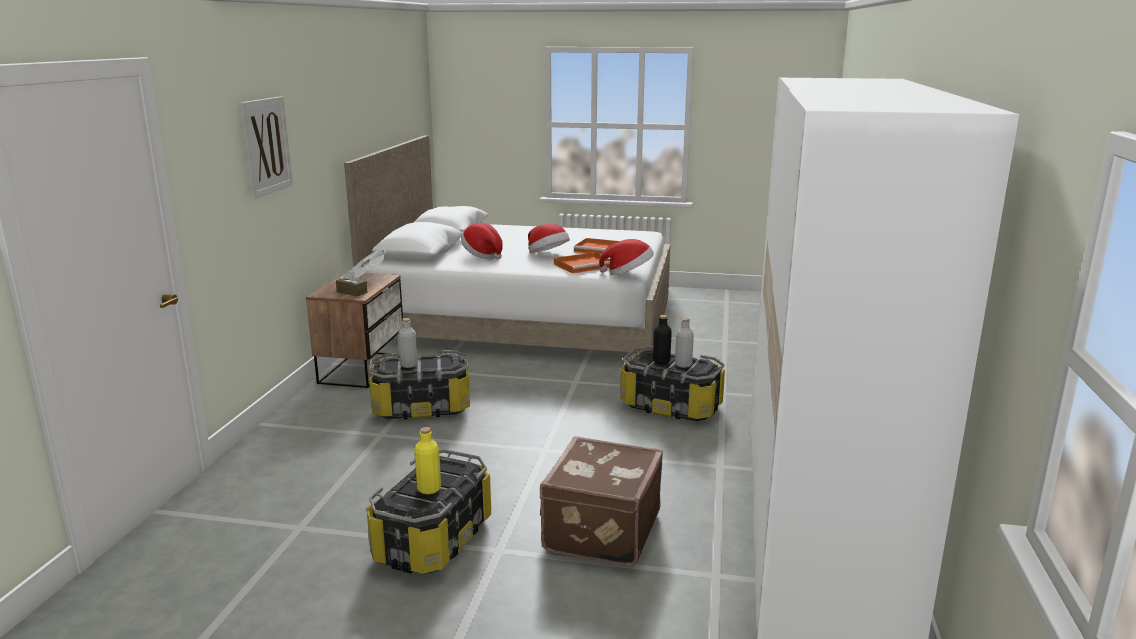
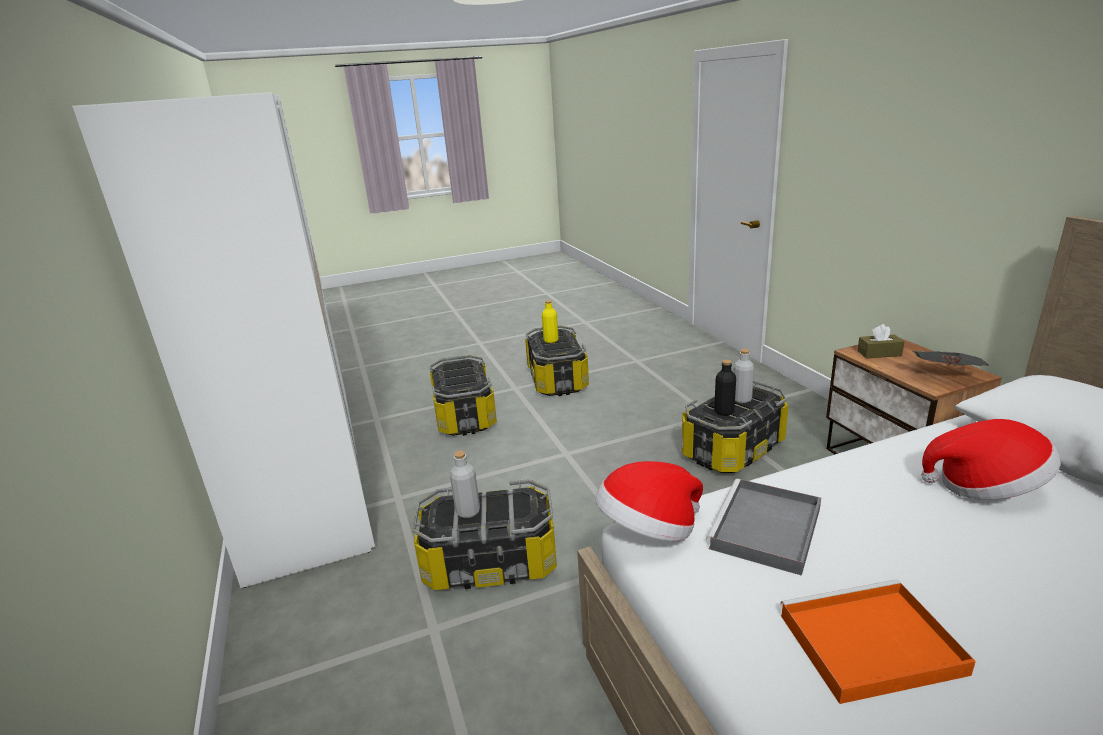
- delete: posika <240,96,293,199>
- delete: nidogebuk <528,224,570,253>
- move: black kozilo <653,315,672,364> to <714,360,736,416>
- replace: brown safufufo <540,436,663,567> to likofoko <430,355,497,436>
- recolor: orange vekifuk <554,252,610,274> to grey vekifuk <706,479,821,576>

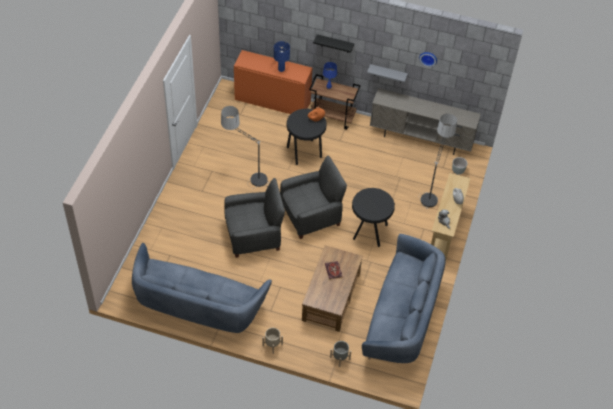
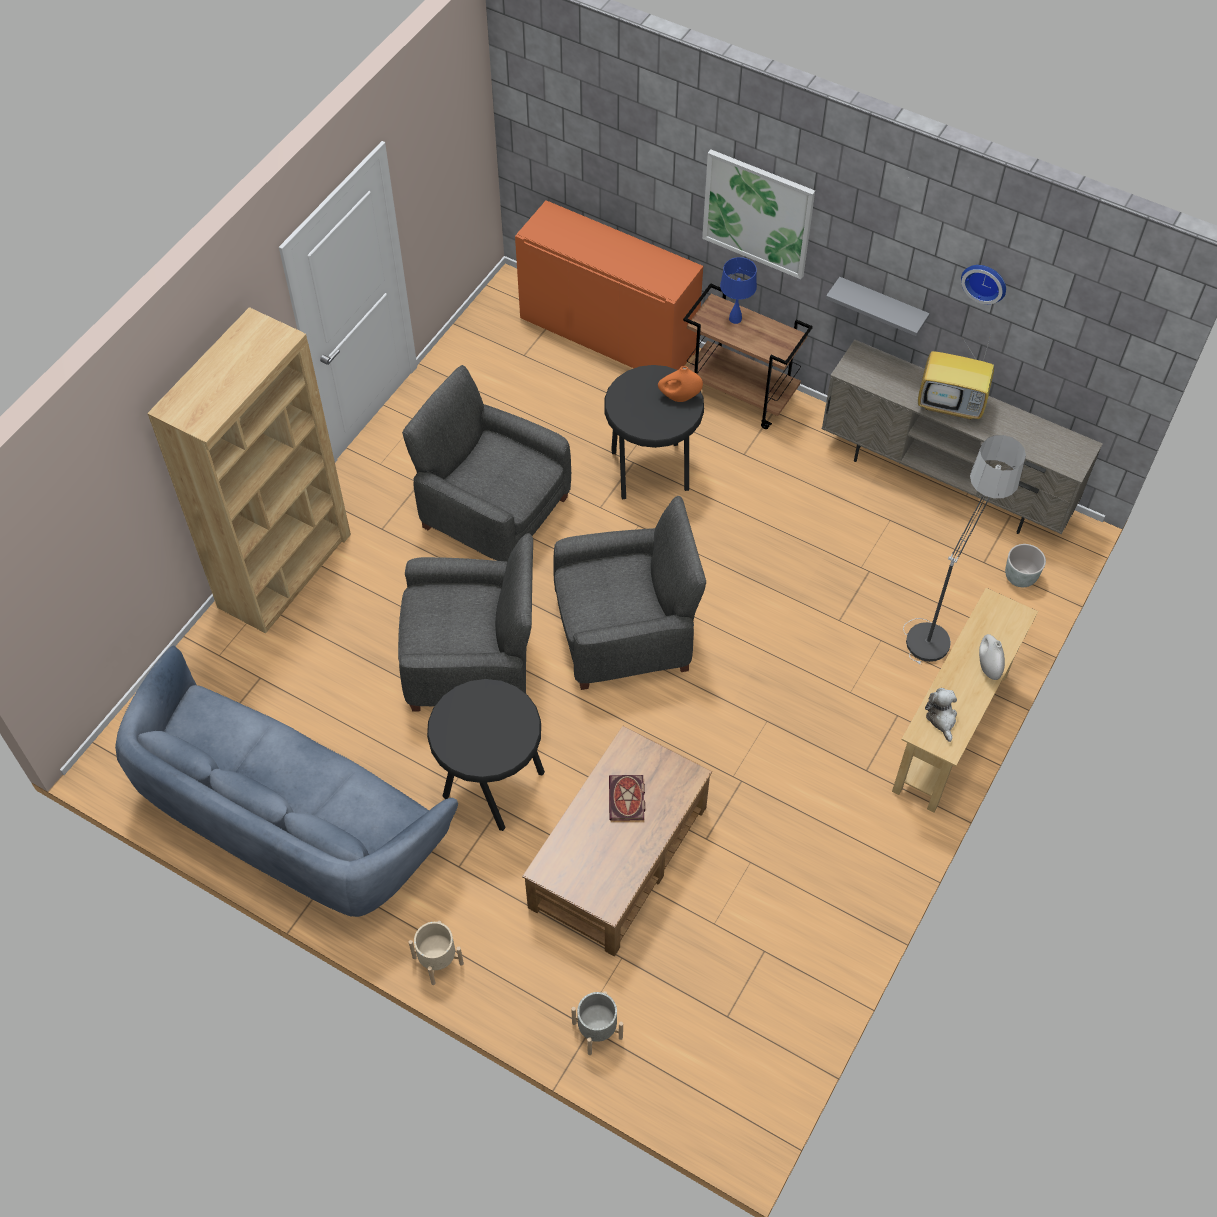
- delete: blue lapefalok <274,41,290,72>
- delete: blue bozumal <362,234,446,363>
- insert: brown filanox <147,307,351,633>
- insert: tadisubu <918,334,994,420>
- move: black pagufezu <352,188,395,247> to <427,679,545,831>
- replace: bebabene <221,106,269,188> to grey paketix <402,365,571,562>
- replace: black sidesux <313,34,354,53> to posika <702,149,815,279>

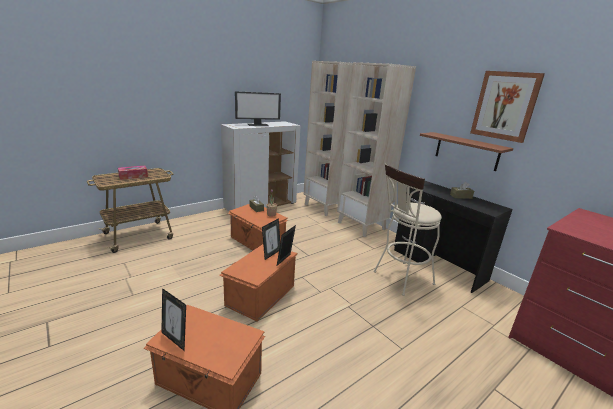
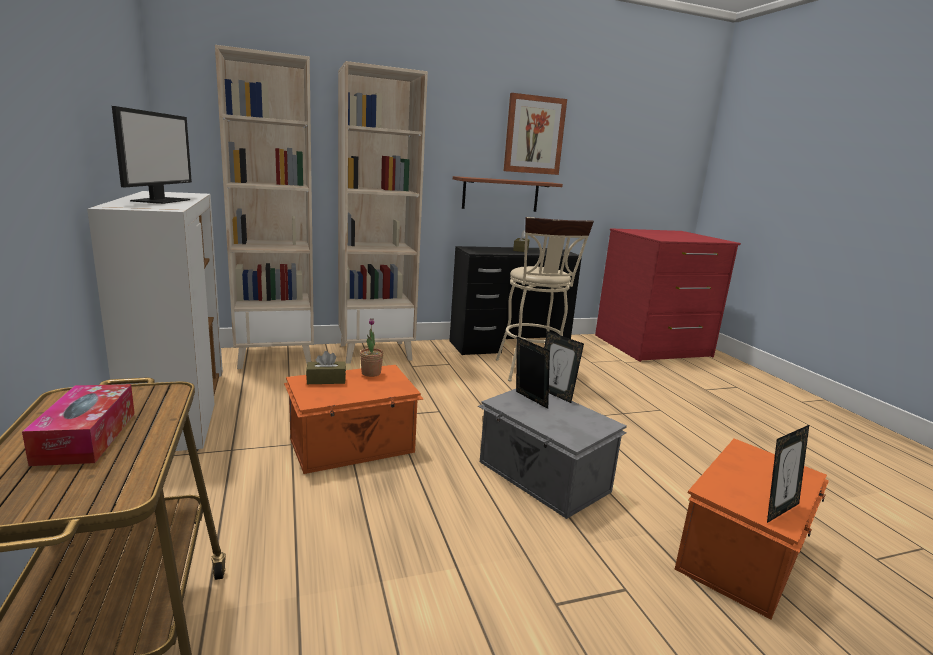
- recolor: orange likofoko <219,244,297,322> to grey likofoko <478,389,627,519>

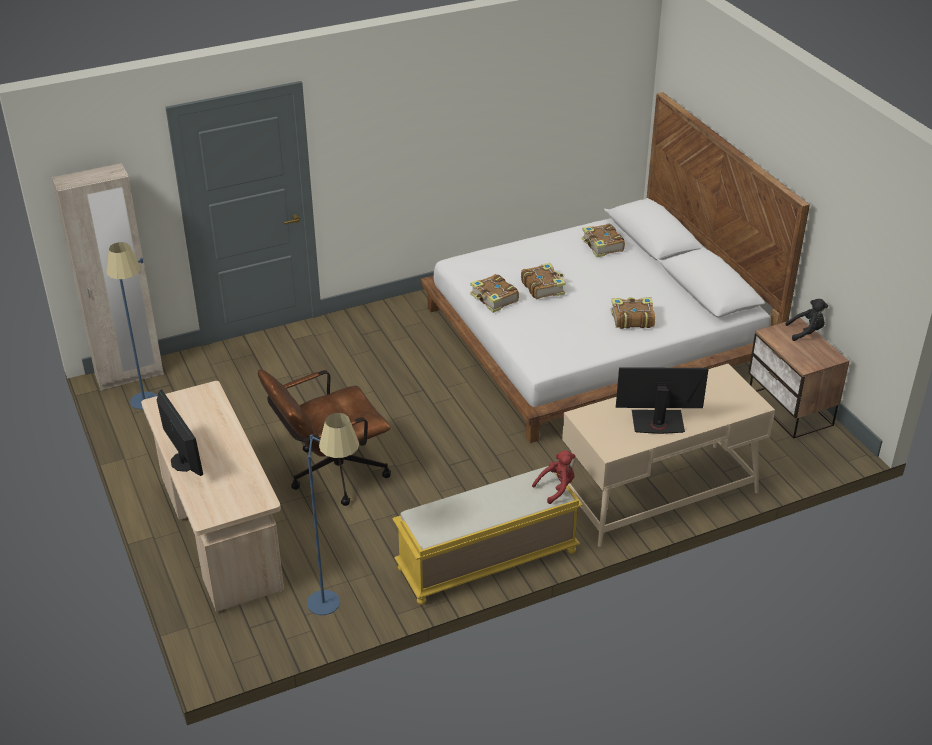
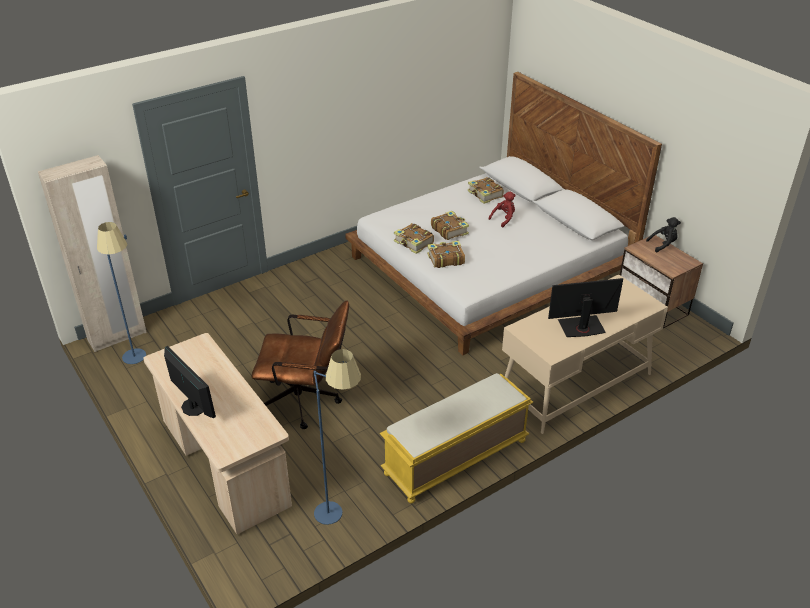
- move: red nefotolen <532,450,576,504> to <488,192,516,227>
- move: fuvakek <611,297,655,329> to <427,241,465,268>
- rotate: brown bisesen <258,370,391,506> = <251,301,349,429> 135 degrees counterclockwise

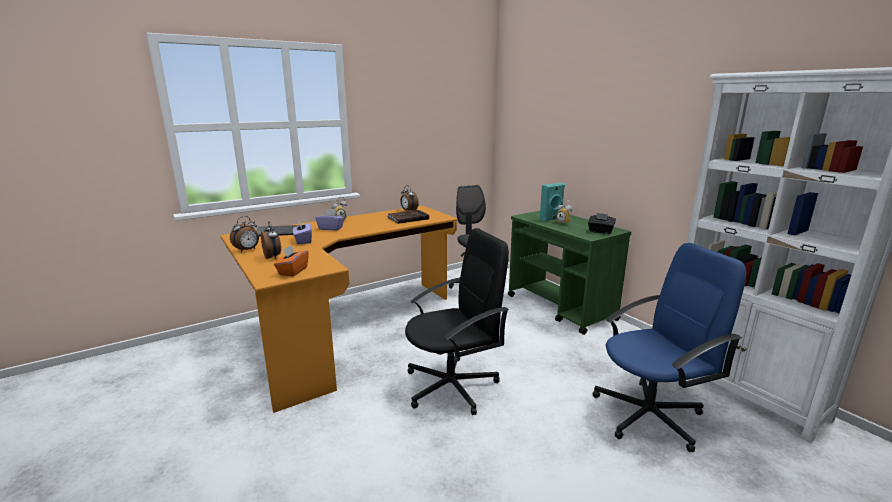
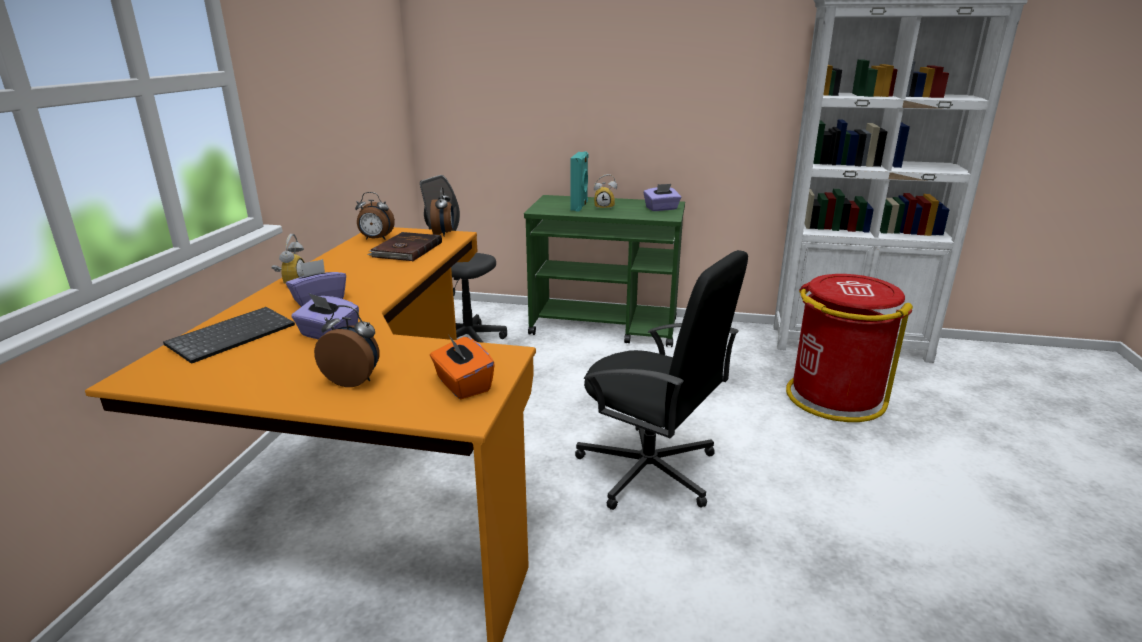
- move: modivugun <230,216,259,252> to <430,187,454,236>
- replace: blue bisesen <592,243,746,452> to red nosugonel <786,274,913,422>
- recolor: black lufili <588,213,616,234> to purple lufili <644,184,681,211>
- rotate: black bisesen <405,228,509,415> = <575,250,748,510> 105 degrees clockwise

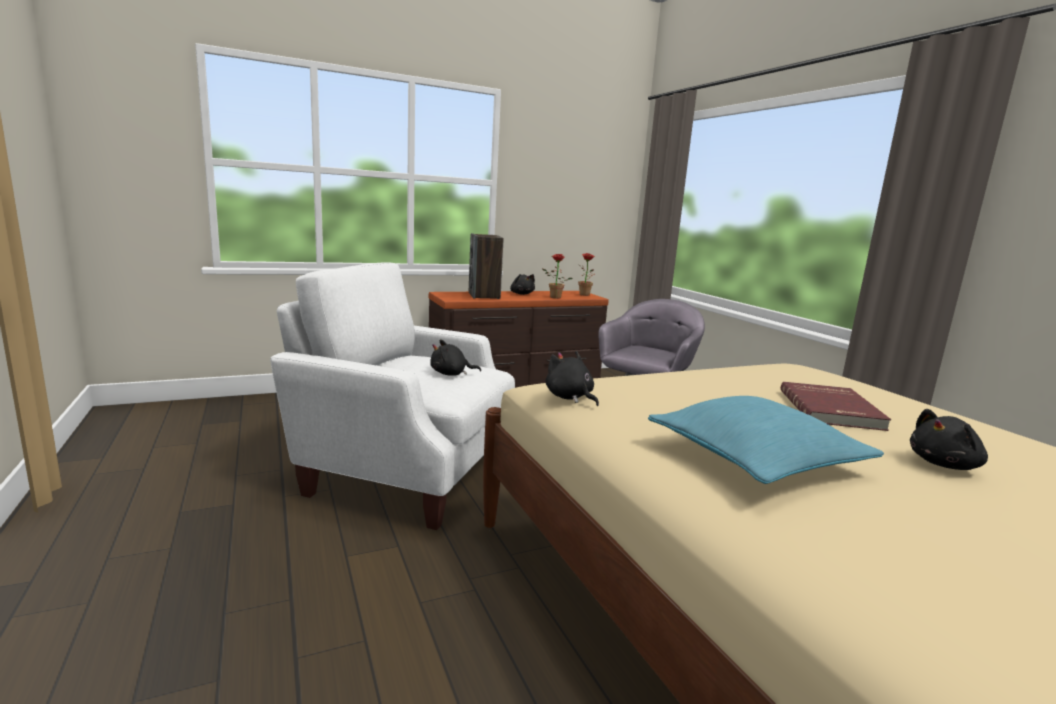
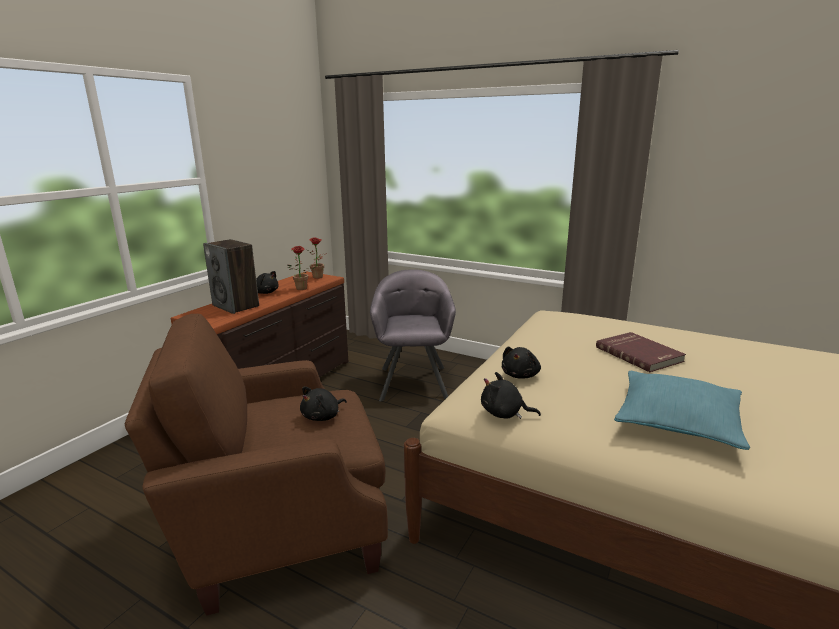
- move: black nefotolen <910,409,988,470> to <502,347,541,378>
- recolor: white paketix <270,262,515,530> to brown paketix <125,314,388,616>

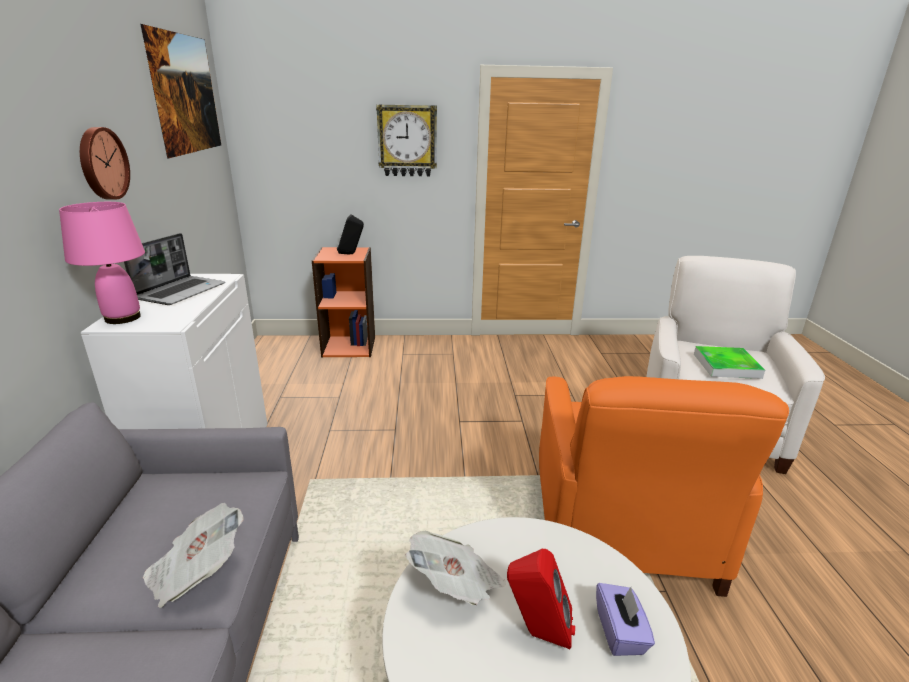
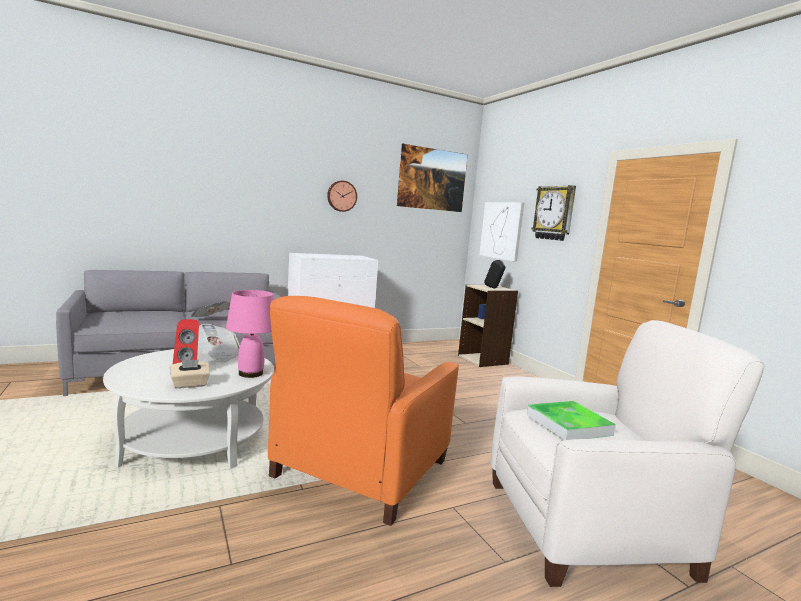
- delete: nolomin <124,233,225,305>
- insert: posika <479,202,524,262>
- move: pink lapefalok <59,202,145,324> to <226,290,274,378>
- recolor: orange filanox <312,247,375,357> to beige filanox <458,284,518,367>
- recolor: purple lufili <596,583,655,656> to beige lufili <170,359,210,389>
- rotate: orange paketix <539,376,789,597> = <268,296,459,526> 45 degrees counterclockwise

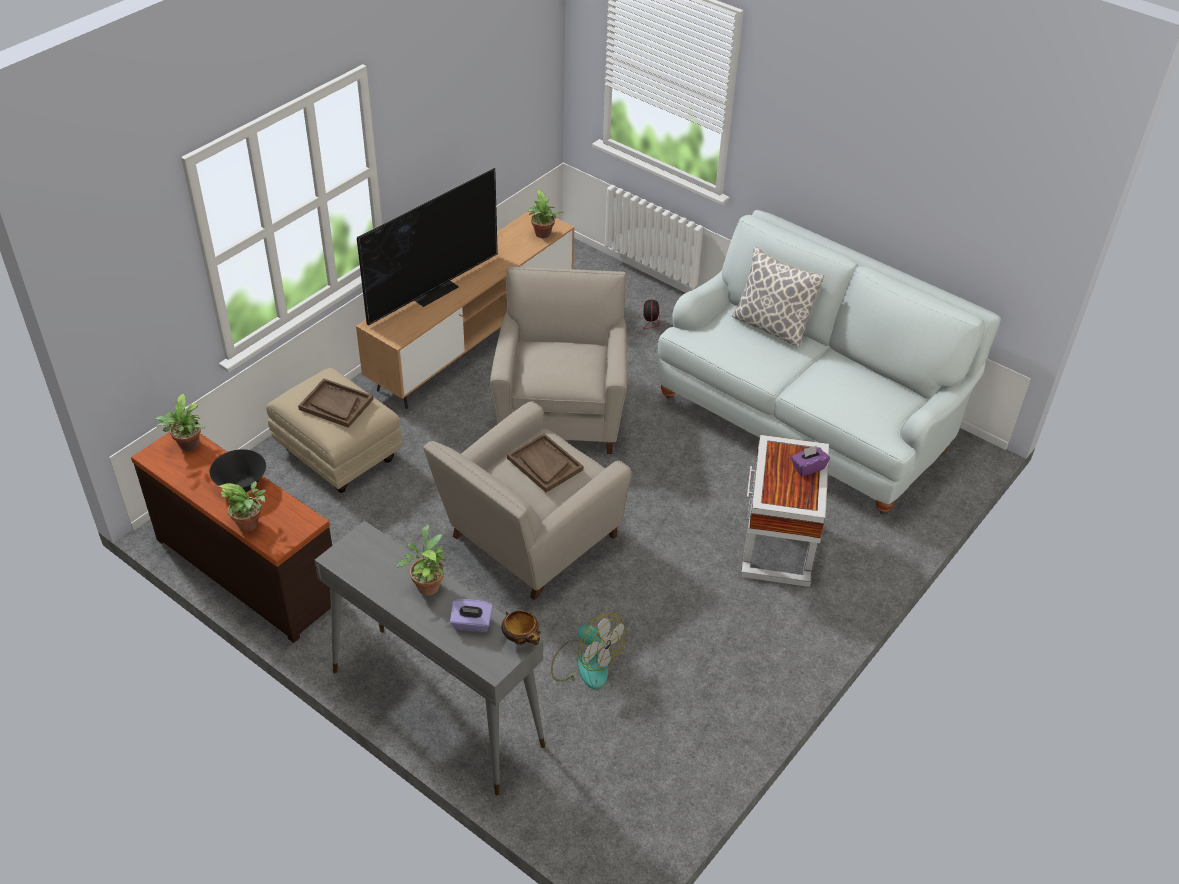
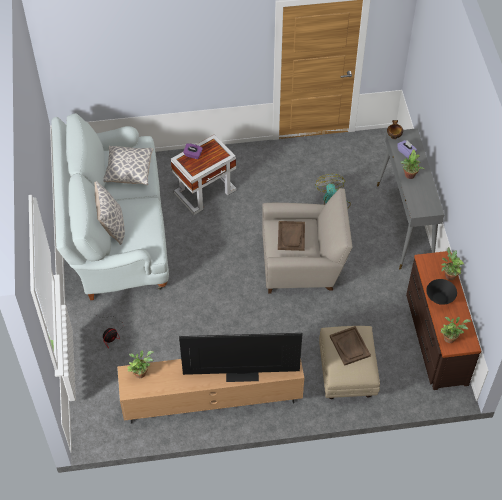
- delete: beige paketix <490,266,627,454>
- insert: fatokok <103,146,154,185>

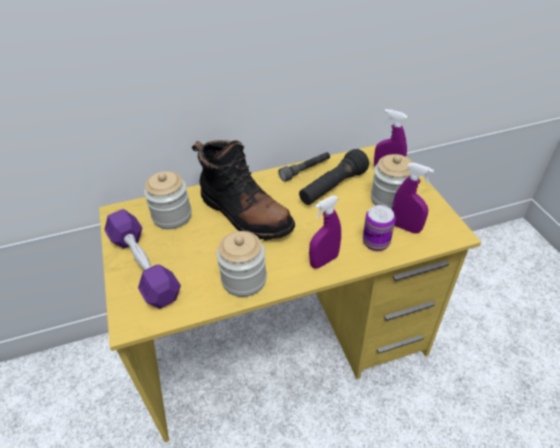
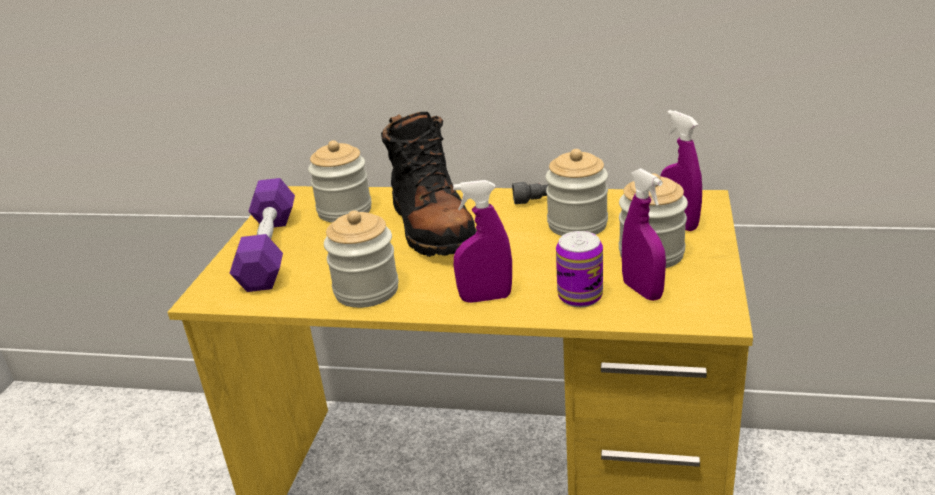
- replace: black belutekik <299,149,369,205> to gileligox <545,149,608,236>

